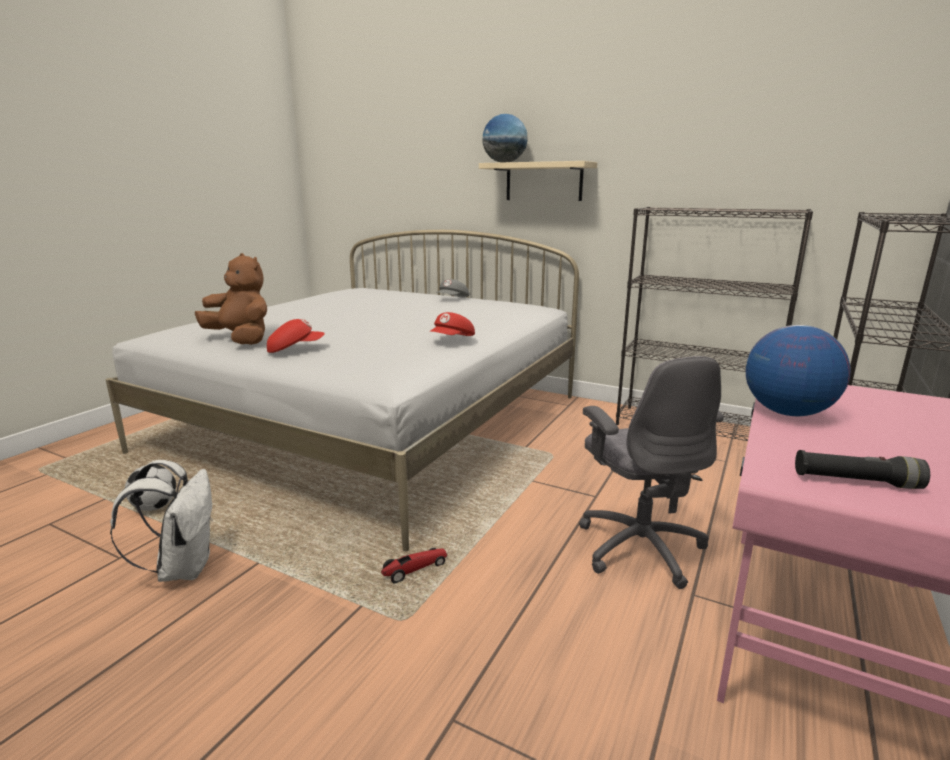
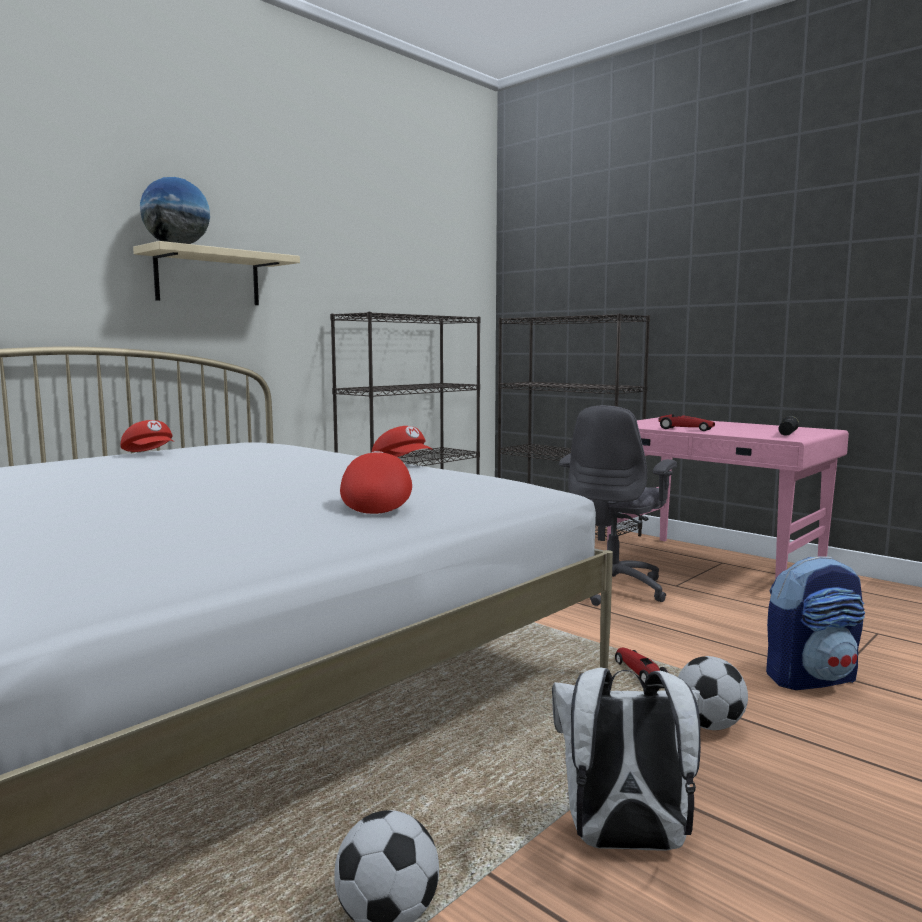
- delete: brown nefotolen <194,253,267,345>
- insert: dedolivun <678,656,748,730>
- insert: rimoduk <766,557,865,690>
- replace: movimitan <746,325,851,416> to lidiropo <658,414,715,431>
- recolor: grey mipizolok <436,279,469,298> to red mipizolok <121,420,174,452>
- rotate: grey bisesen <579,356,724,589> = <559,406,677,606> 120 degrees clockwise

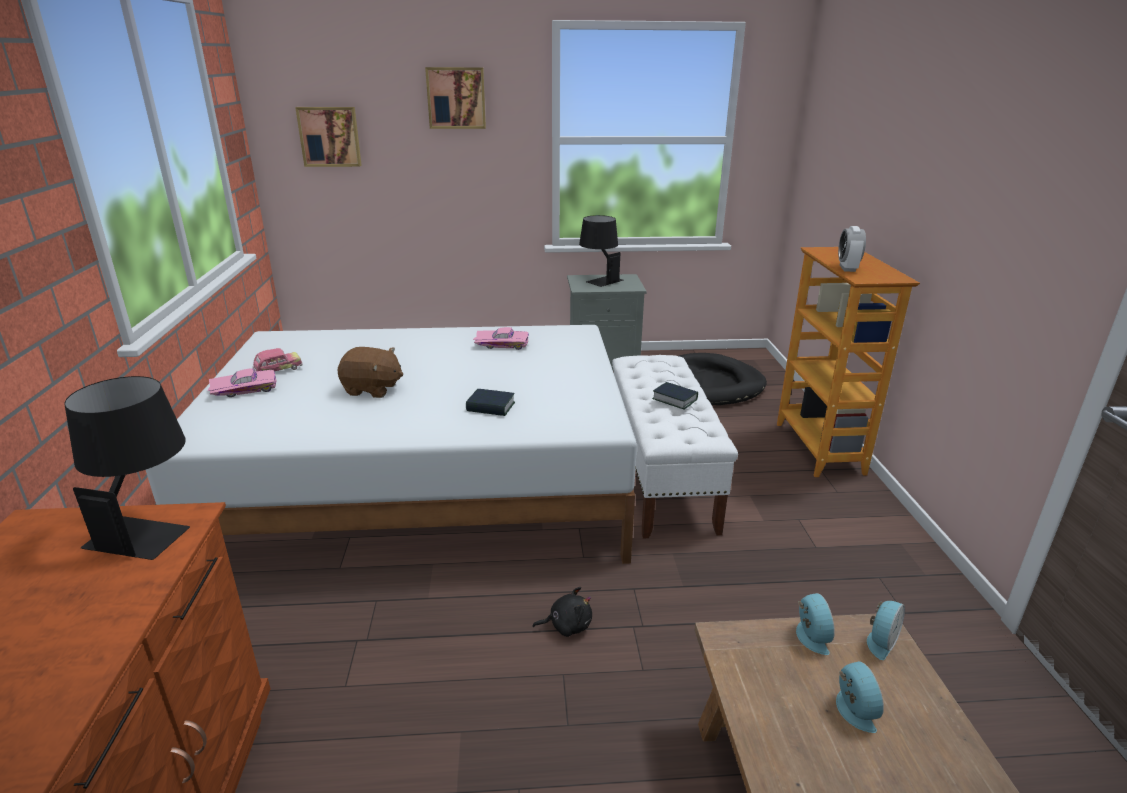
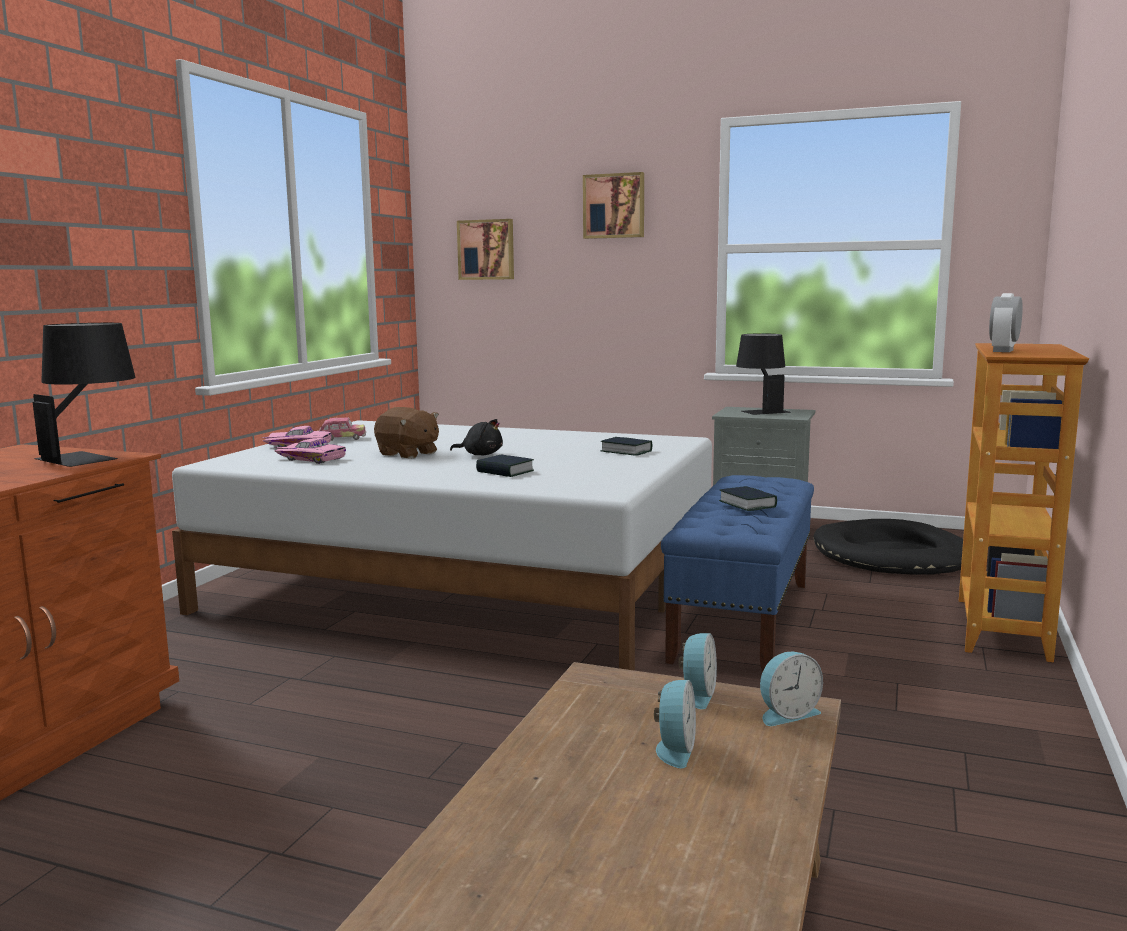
- insert: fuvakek <601,437,652,456>
- move: pink lidiropo <473,327,529,350> to <274,438,346,464>
- move: black nefotolen <532,587,592,637> to <450,419,503,455>
- recolor: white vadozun <612,355,738,538> to blue vadozun <661,475,814,672>

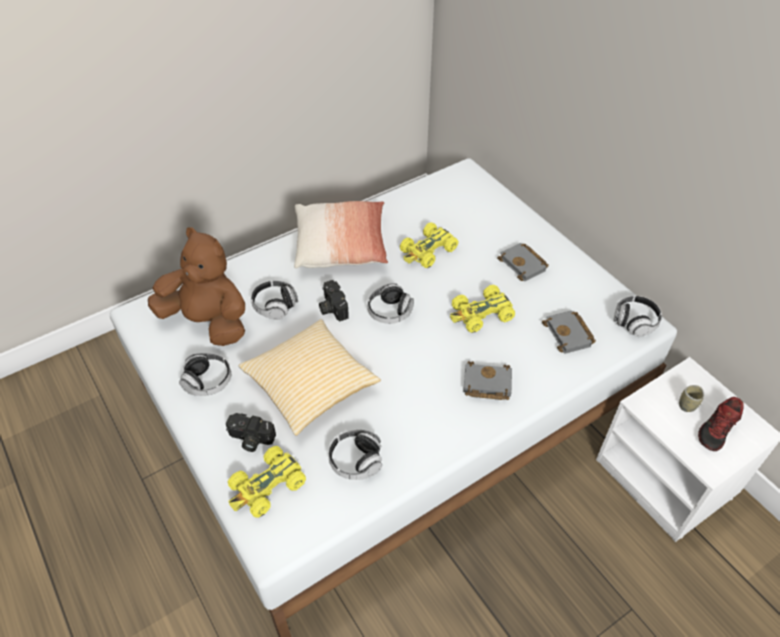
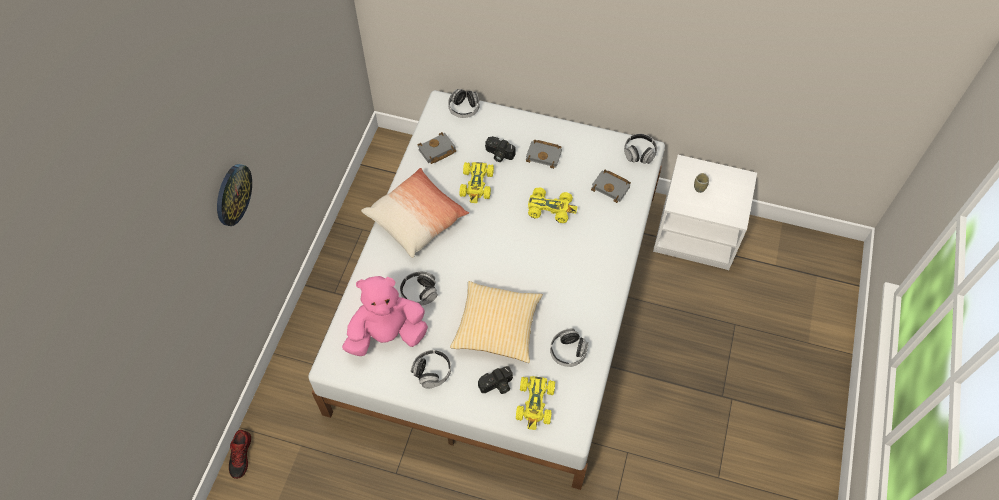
- insert: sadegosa <217,164,252,226>
- move: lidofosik <319,280,349,321> to <485,136,516,162>
- move: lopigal <367,283,414,324> to <448,89,480,118>
- move: grey fuvakek <463,361,512,400> to <417,132,456,164>
- move: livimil <698,397,744,451> to <229,430,251,479>
- recolor: brown nefotolen <148,227,245,346> to pink nefotolen <342,276,428,356>
- rotate: yellow lidiropo <450,285,515,333> = <528,188,577,223> 105 degrees counterclockwise

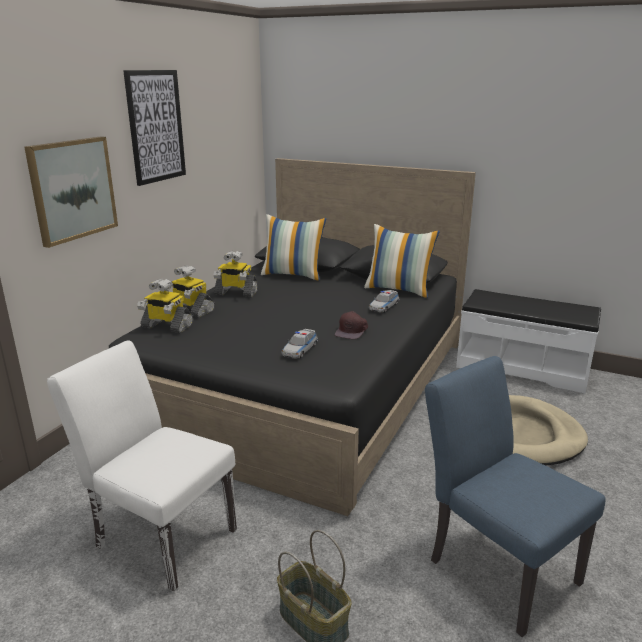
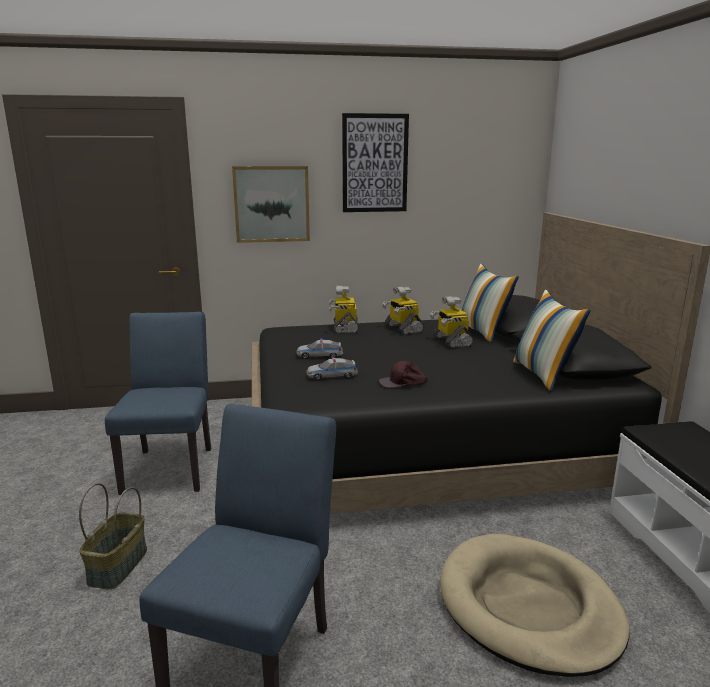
- move: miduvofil <137,279,193,333> to <430,296,474,348>
- move: lidiropo <369,290,400,313> to <296,338,343,359>
- recolor: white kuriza <47,340,237,592> to blue kuriza <105,312,211,495>

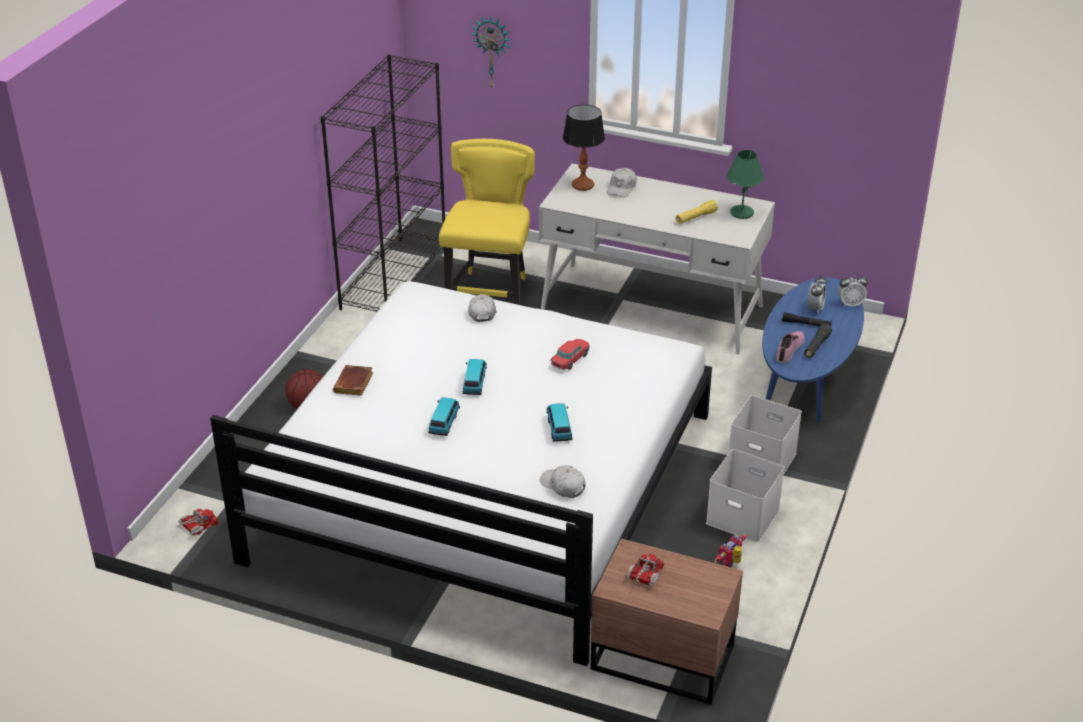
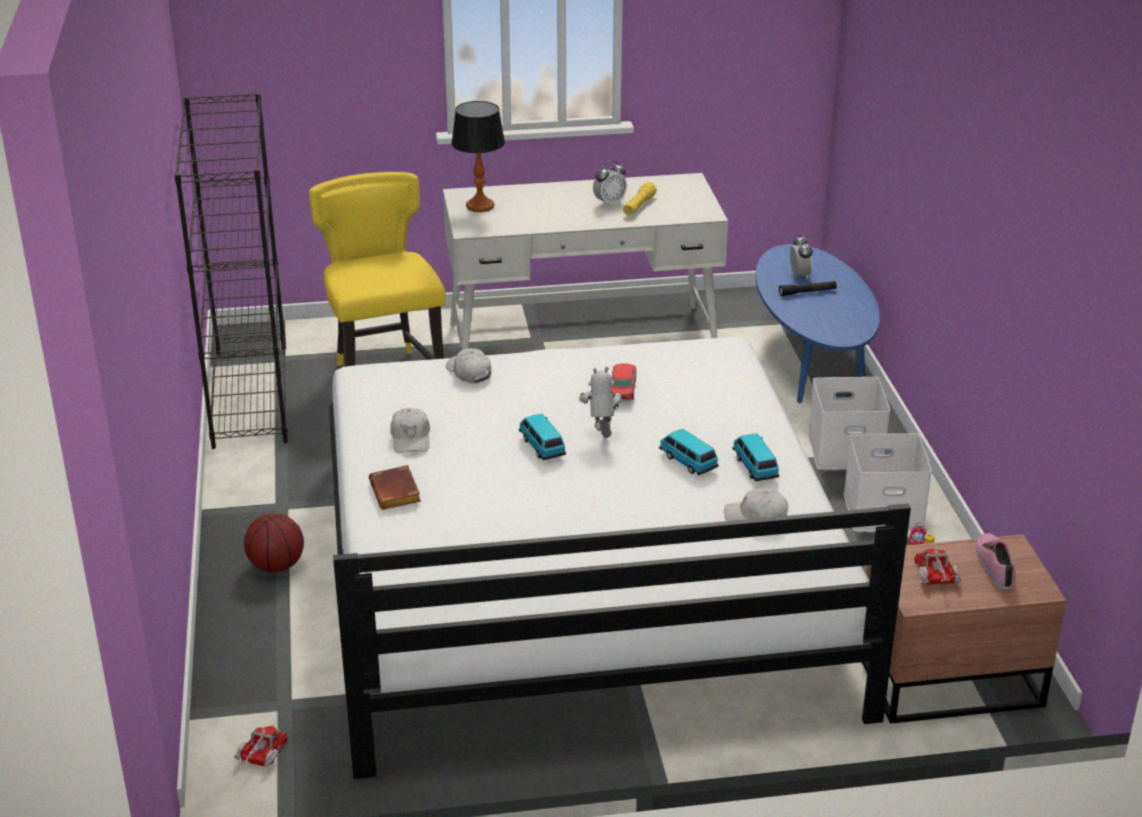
- delete: sadegosa <470,16,511,88>
- delete: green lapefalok <726,150,764,219>
- delete: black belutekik <804,324,832,358>
- insert: miduvofil <579,367,622,438>
- move: lidiropo <428,398,460,436> to <732,434,779,481>
- move: white mipizolok <606,168,637,197> to <390,407,430,453>
- move: livimil <776,331,805,364> to <975,533,1016,590>
- move: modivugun <838,273,868,307> to <593,161,627,207>

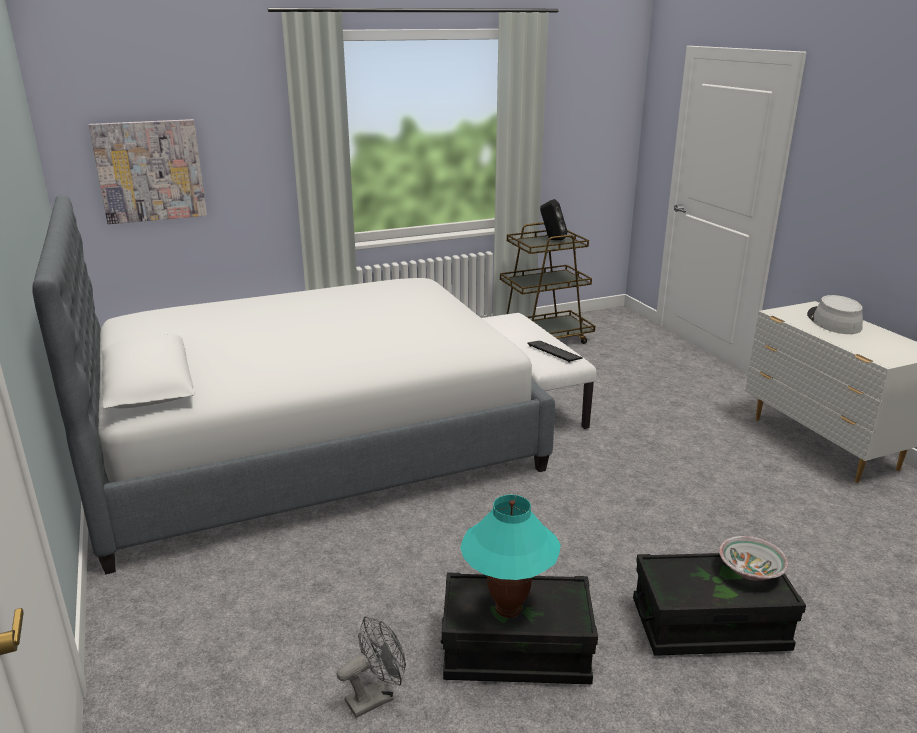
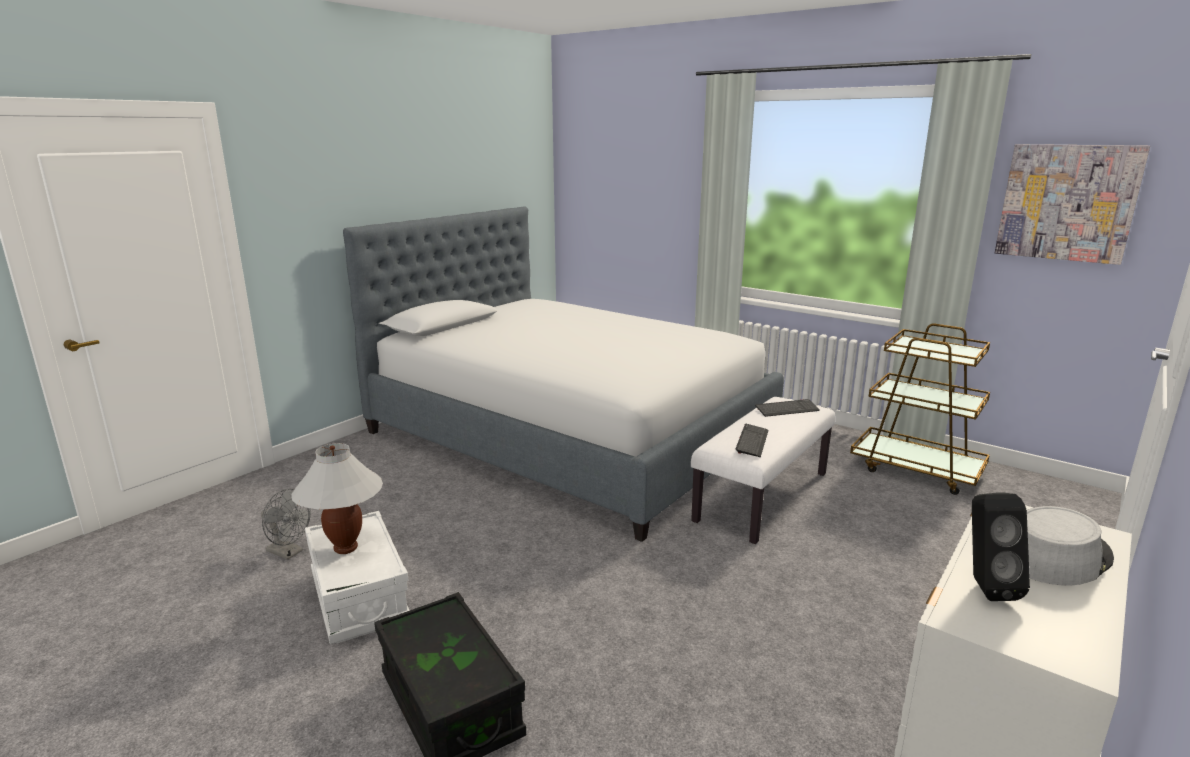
- delete: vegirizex <719,536,789,580>
- insert: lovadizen <755,399,820,417>
- move: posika <89,119,207,224> to <995,144,1150,265>
- move: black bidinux <540,199,568,240> to <972,492,1030,601>
- recolor: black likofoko <441,572,598,684> to white likofoko <305,511,410,644>
- recolor: turquoise lapefalok <460,495,561,618> to white lapefalok <291,443,383,554>

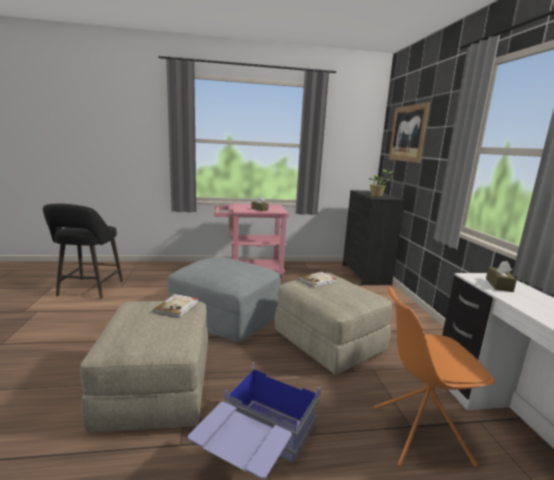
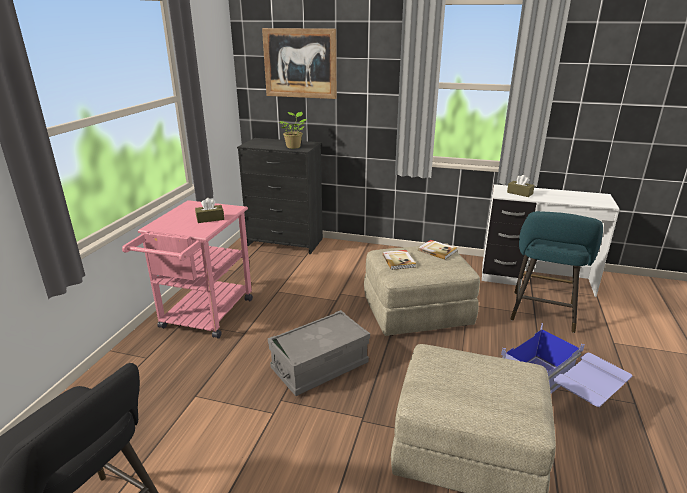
- move: fuvakek <153,294,198,318> to <418,240,457,260>
- replace: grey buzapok <168,256,281,342> to grey likofoko <268,310,370,396>
- replace: orange kuriza <374,286,496,467> to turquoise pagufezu <510,211,603,333>

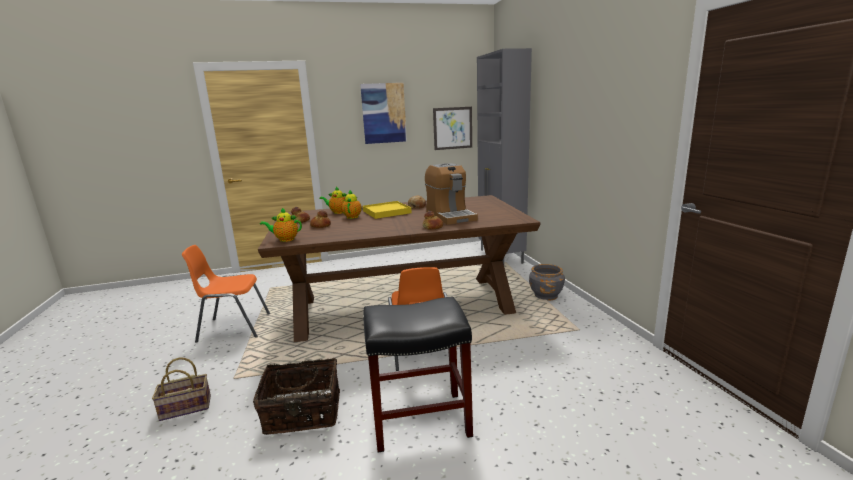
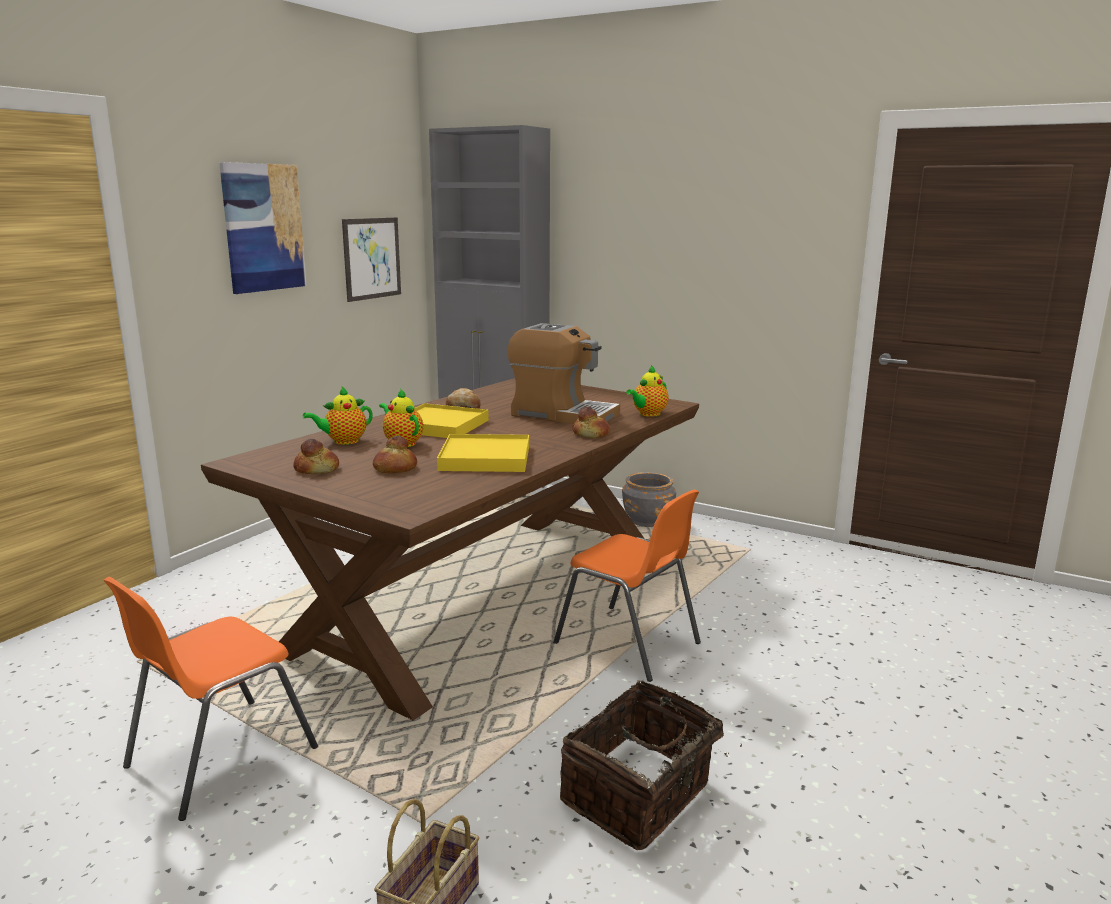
- delete: black pagufezu <363,296,473,453>
- insert: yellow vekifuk <437,434,529,472>
- move: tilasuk <260,208,302,242> to <626,365,669,417>

